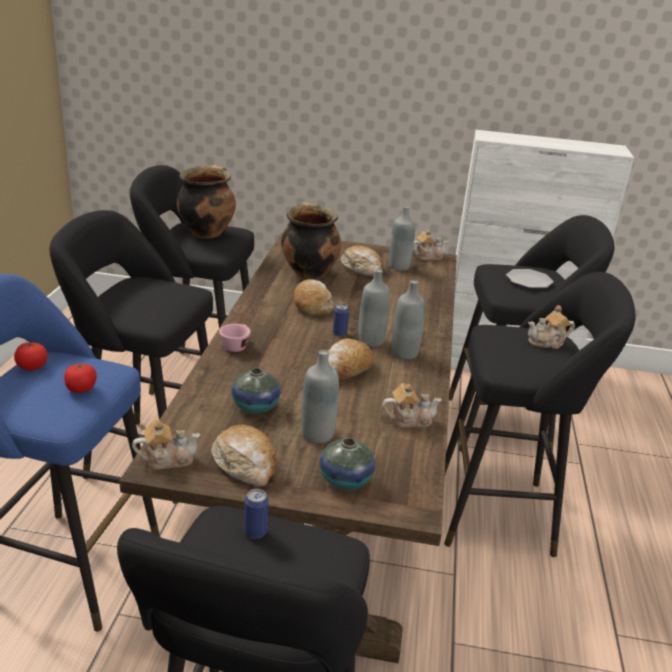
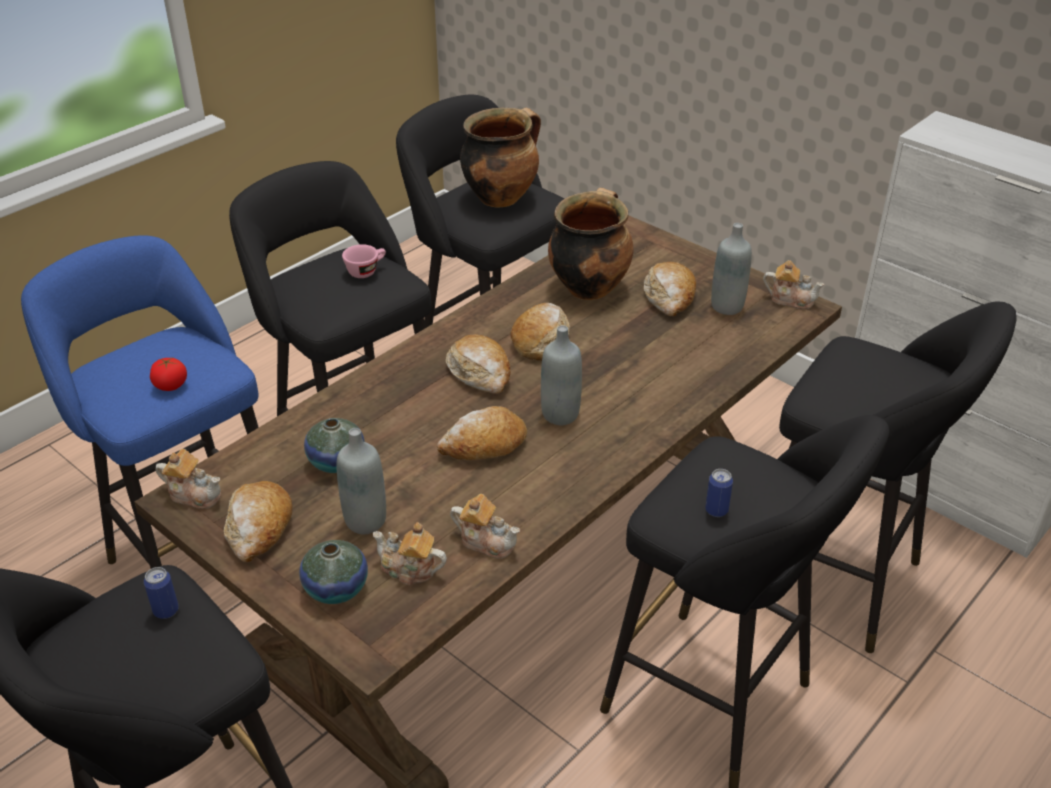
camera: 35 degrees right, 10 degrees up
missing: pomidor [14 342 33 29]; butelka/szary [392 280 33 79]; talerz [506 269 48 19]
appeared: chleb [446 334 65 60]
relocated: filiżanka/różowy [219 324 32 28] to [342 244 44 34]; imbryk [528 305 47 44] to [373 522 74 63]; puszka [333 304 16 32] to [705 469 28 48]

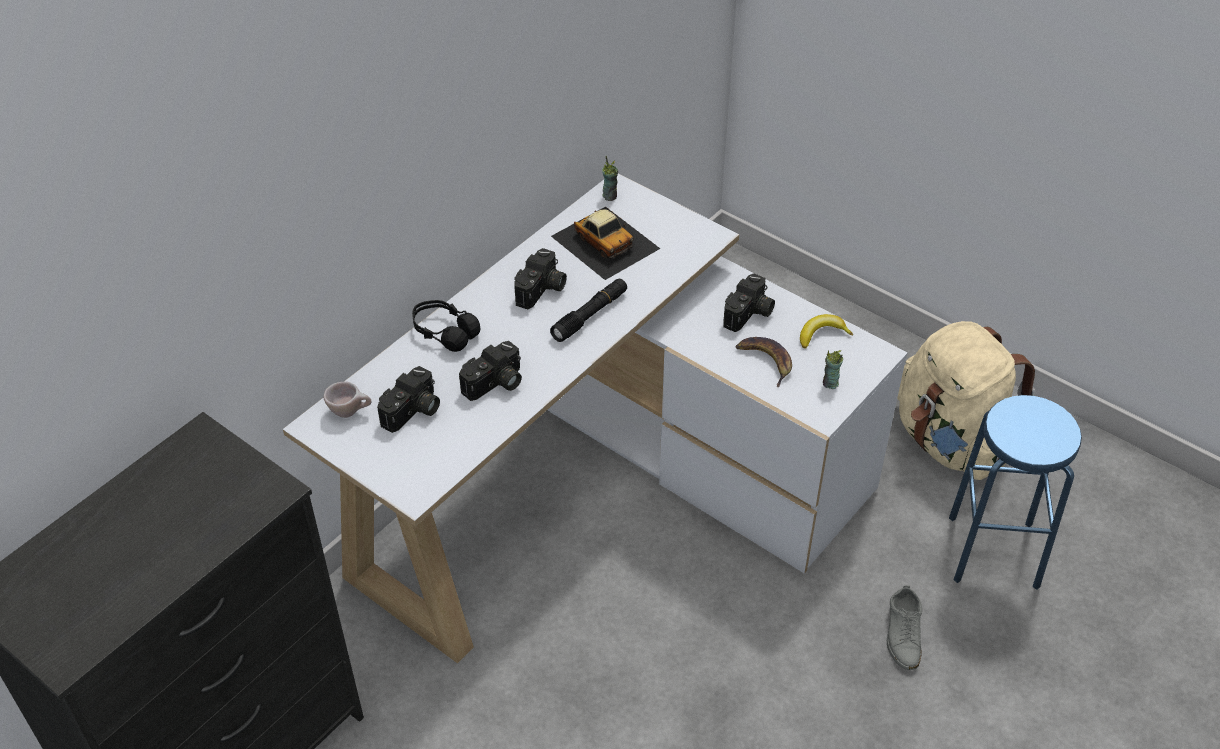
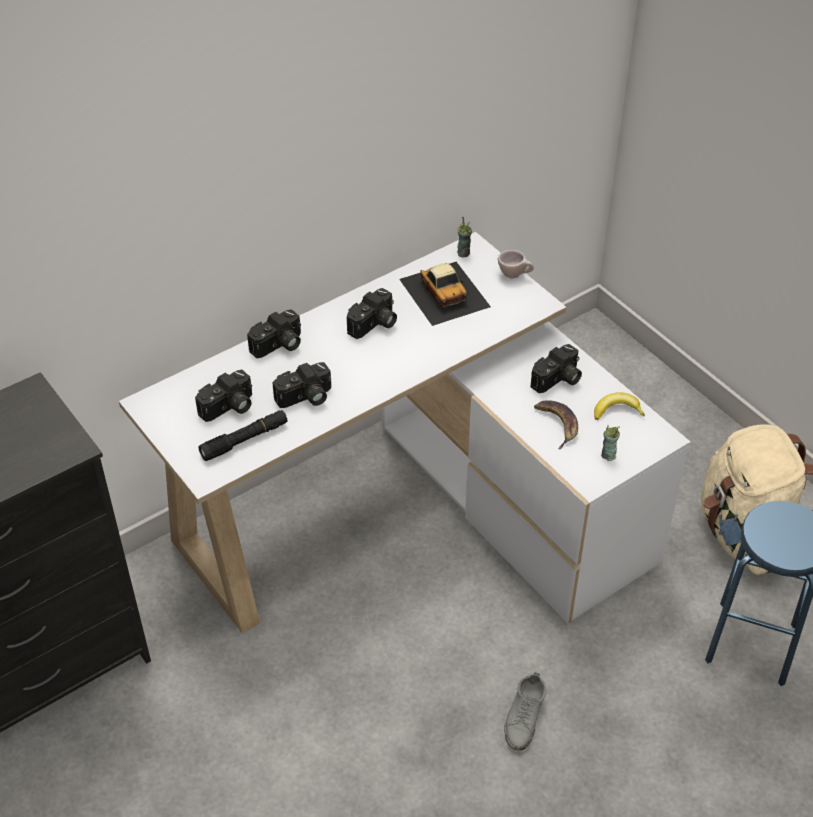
camera: 15 degrees right, 0 degrees up
relocated: latarka/czarny [550 278 77 64] to [198 410 89 51]; filiżanka/beżowy [323 382 49 36] to [498 250 36 28]; but/szary [887 585 35 85] to [504 672 42 79]
exchanged: słuchawki/czarny [412 300 68 52] to aparat fotograficzny [247 309 54 49]

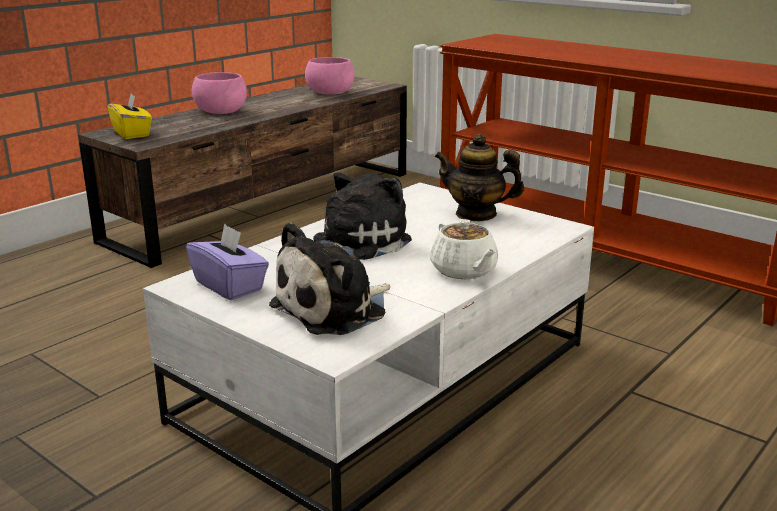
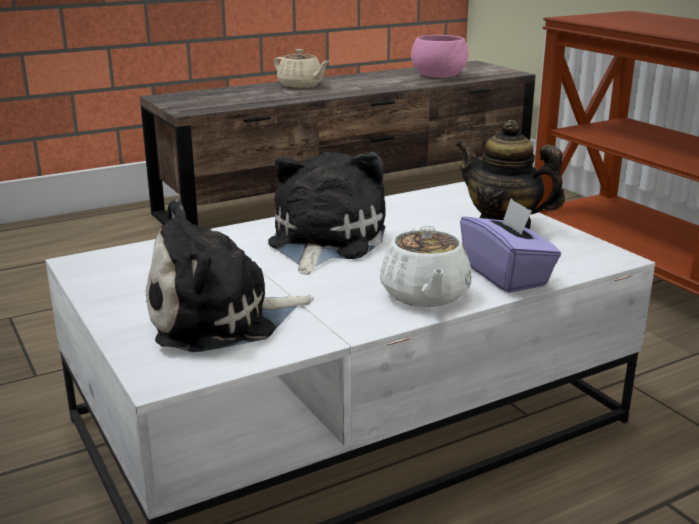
camera: 20 degrees right, 0 degrees up
missing: pudełko chusteczek/żółty [108 94 44 45]
relocated: pudełko chusteczek/fioletowy [186 223 83 77] to [460 198 101 95]
exchanged: miska/różowy [192 72 55 42] to imbryk/beżowy [274 49 56 39]
spun: pluszak [313 172 99 88] = [268 152 117 123] 45 degrees counterclockwise

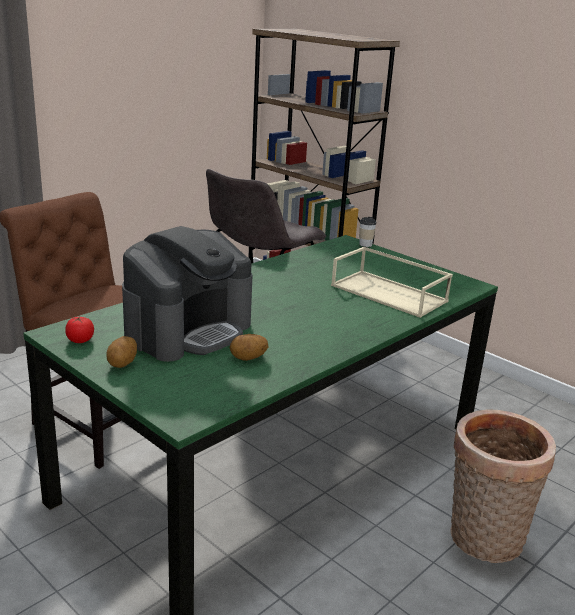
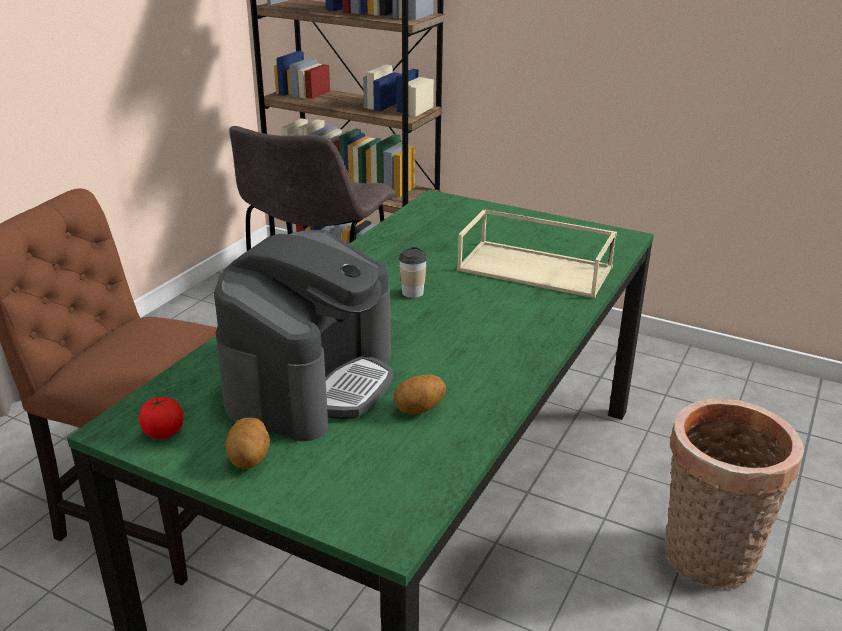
camera: 15 degrees left, 5 degrees up
relocated: filiżanka [359 217 17 30] to [399 247 28 51]

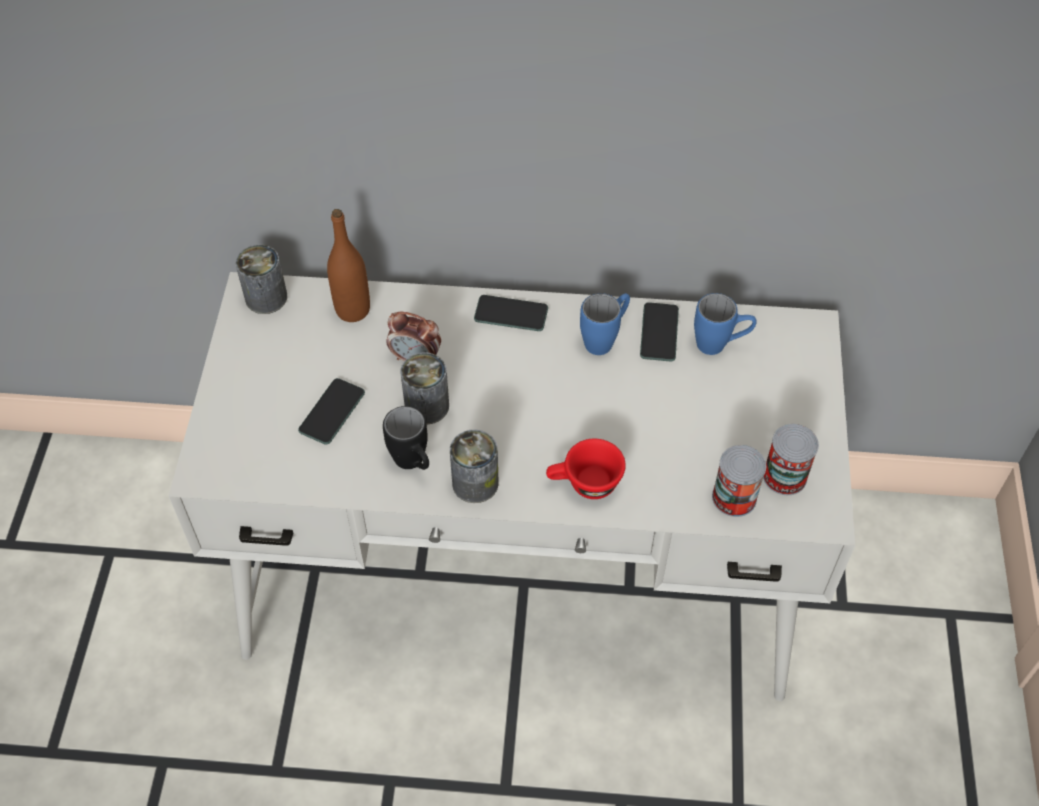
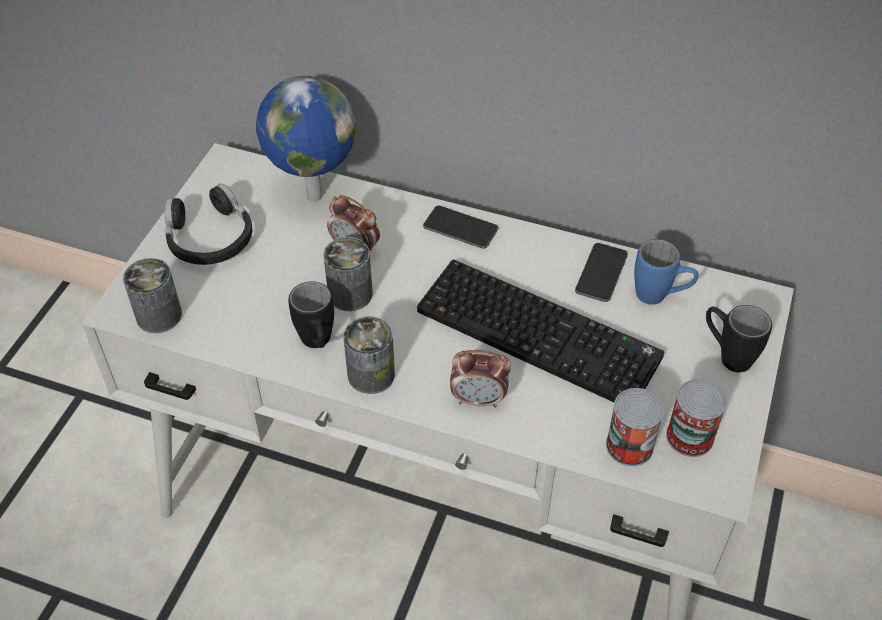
camera: 15 degrees right, 5 degrees down
missing: telefon [298 378 67 67]; kubek/niebieski [580 293 50 62]
appeared: słuchawki/czarny [164 183 89 82]; klawiatura [417 259 247 143]; kubek/czarny [706 305 66 67]
relocated: puszka [235 244 52 70] to [123 258 59 75]
exchanged: butelka/brązowy [327 209 43 113] to globus [256 76 100 126]; filiżanka/czerwony [546 439 80 60] to budzik [450 350 61 58]

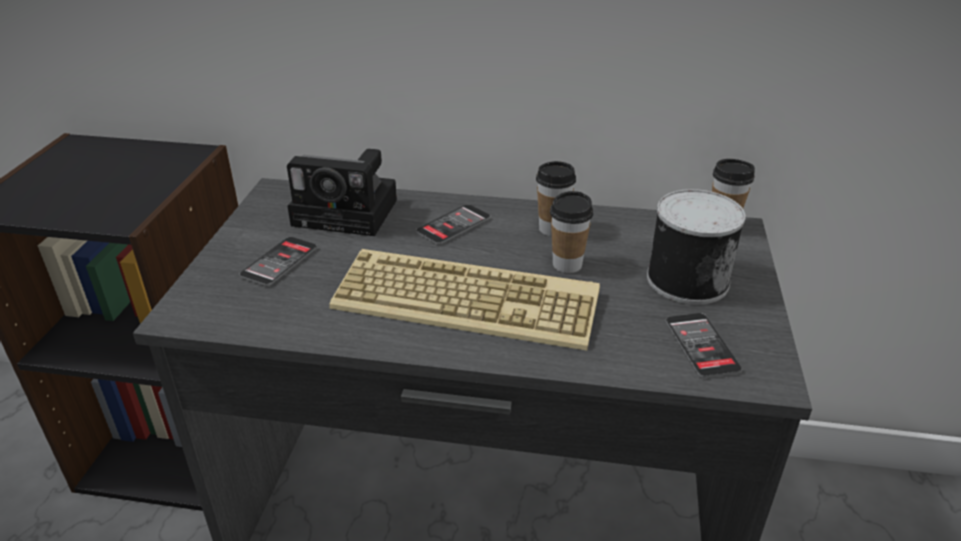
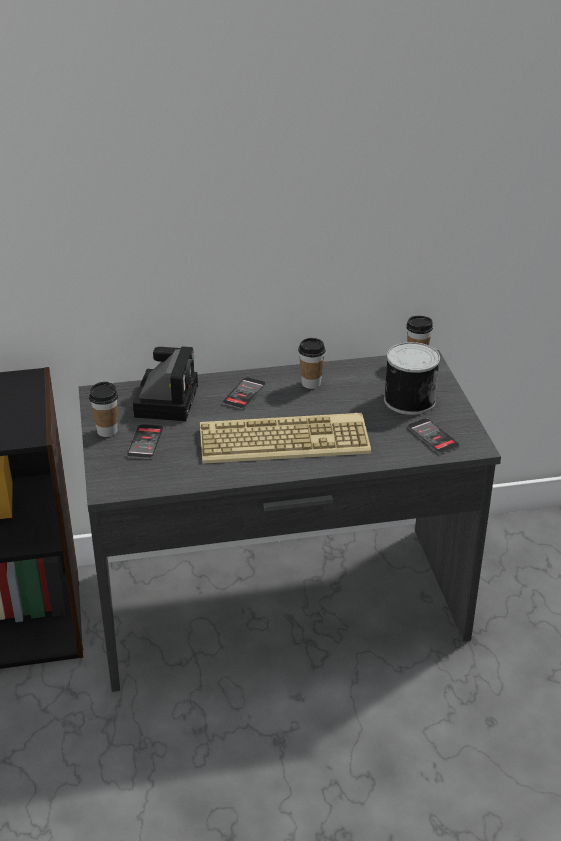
camera: 20 degrees left, 0 degrees up
relocated: filiżanka [550 191 43 82] to [89 382 29 55]
spun: aparat fotograficzny [287 149 110 87] = [133 346 65 75] 75 degrees counterclockwise

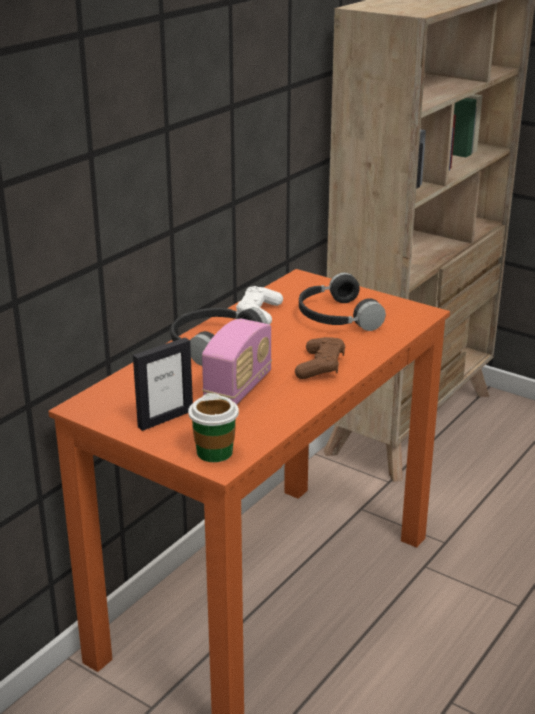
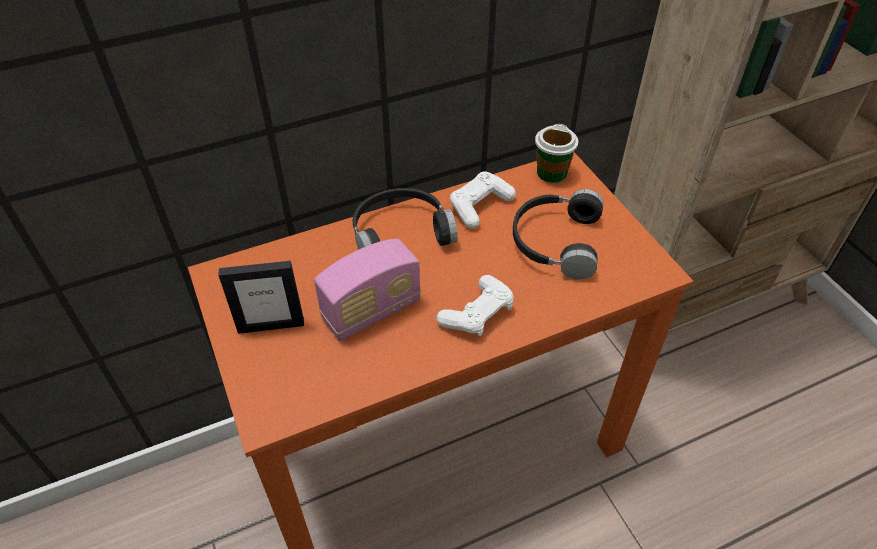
camera: 30 degrees right, 20 degrees up
relocated: filiżanka [188 393 51 69] to [535 124 43 59]
colour: pad do gier/brązowy [295 337 50 42] to pad do gier/biały [436 275 78 61]

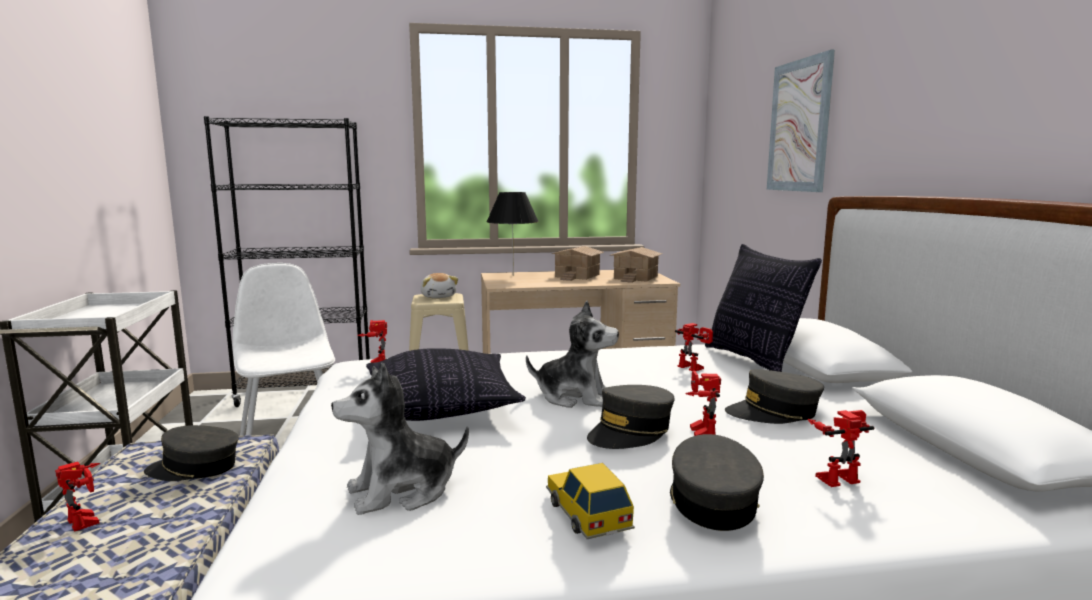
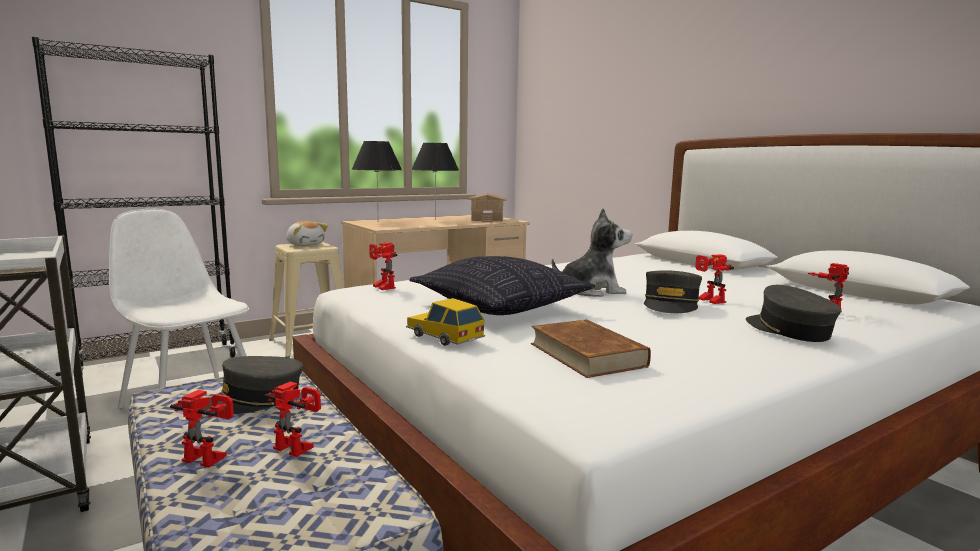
camera: 25 degrees left, 0 degrees up
missing: poduszka [705 244 117 128]; czapka z daszkiem/szary [725 369 99 55]; obraz [767 50 68 142]
relocated: robot zabawkowy [675 323 38 48] to [264 382 57 75]; samochodzik [546 463 89 76] to [406 298 79 48]
exchanged: domek [552 246 52 35] to lampa stołowa/czarny [411 143 48 77]; pluszak [331 362 138 153] to książka/brązowy [531 319 120 59]

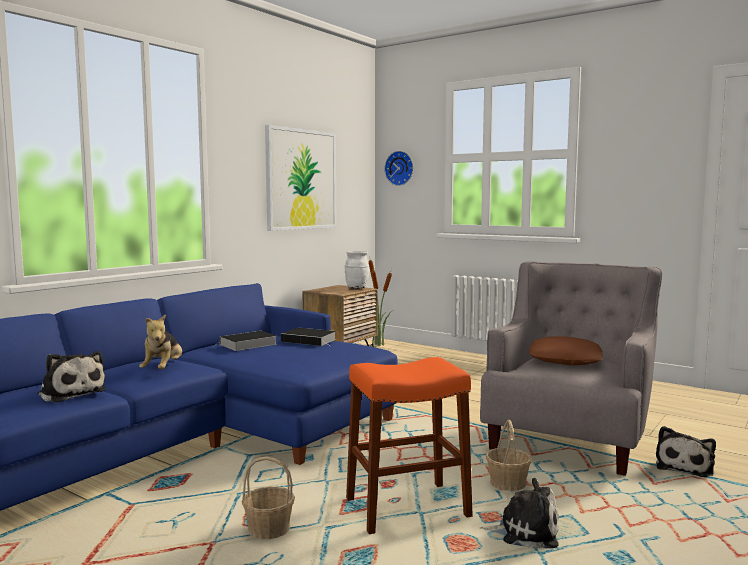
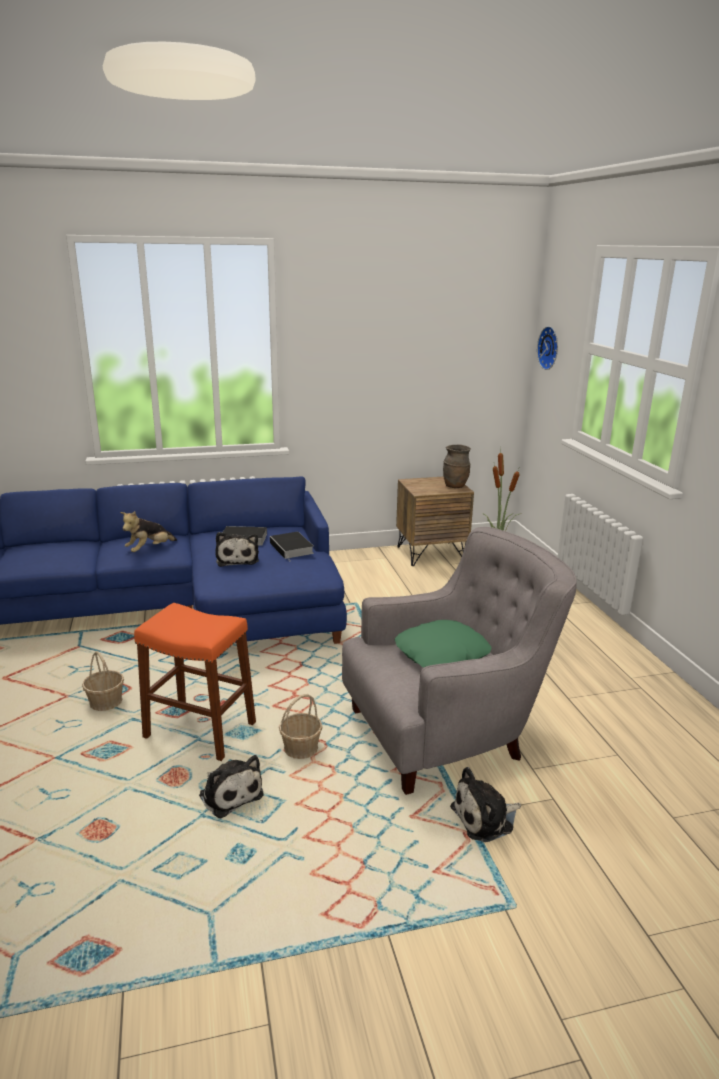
camera: 40 degrees right, 15 degrees up
missing: obraz [265 125 72 106]
relocated: pluszak [38 351 69 52] to [215 532 44 35]
colour: poduszka/brązowy [529 336 74 29] to poduszka/zielony [395 620 96 47]; wazon/biały [345 251 24 38] to wazon/brązowy [443 445 28 43]

